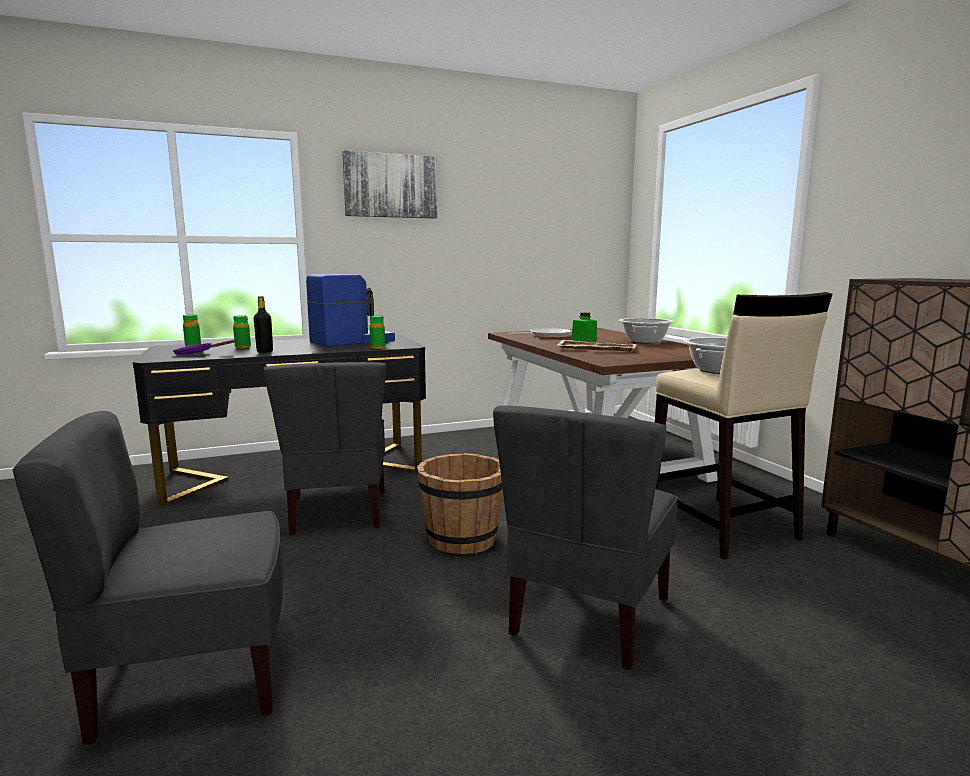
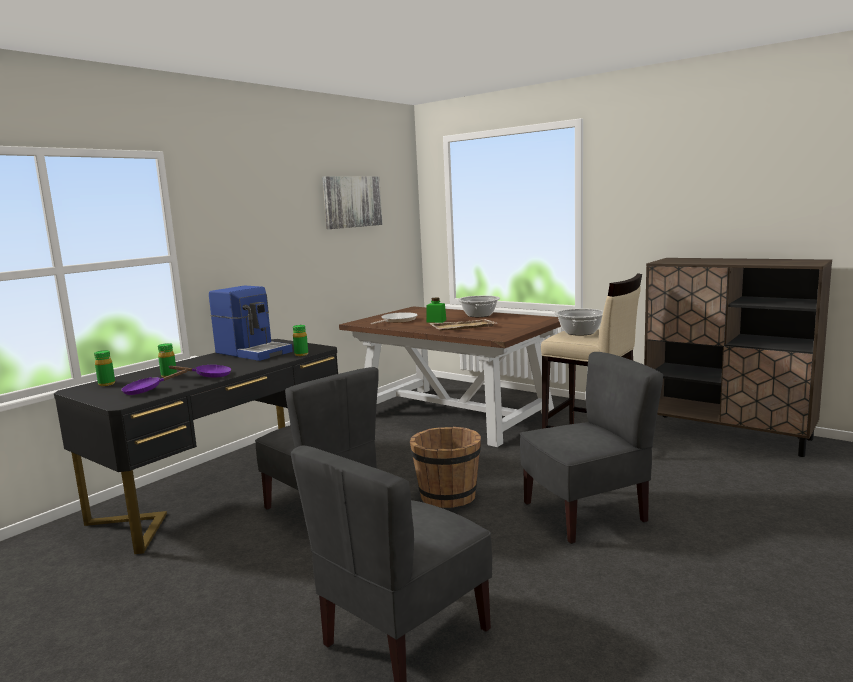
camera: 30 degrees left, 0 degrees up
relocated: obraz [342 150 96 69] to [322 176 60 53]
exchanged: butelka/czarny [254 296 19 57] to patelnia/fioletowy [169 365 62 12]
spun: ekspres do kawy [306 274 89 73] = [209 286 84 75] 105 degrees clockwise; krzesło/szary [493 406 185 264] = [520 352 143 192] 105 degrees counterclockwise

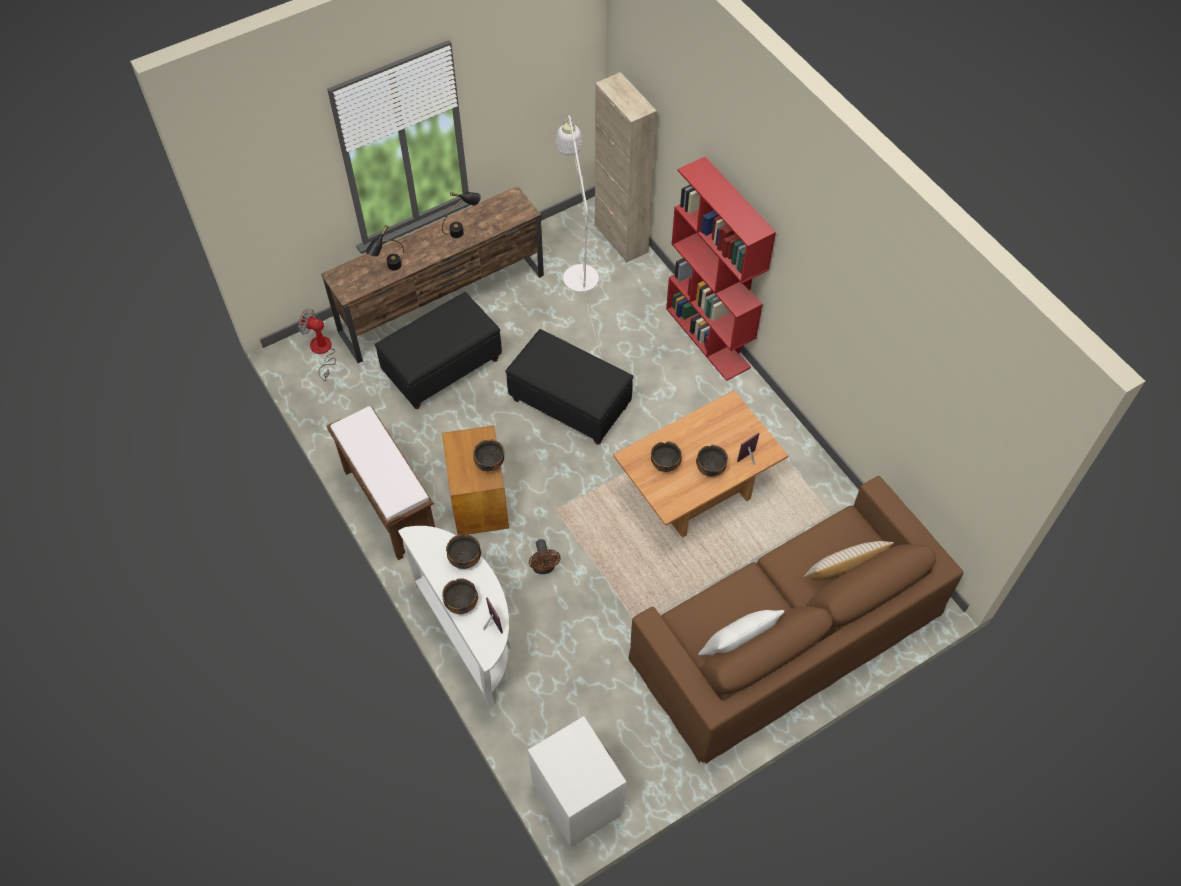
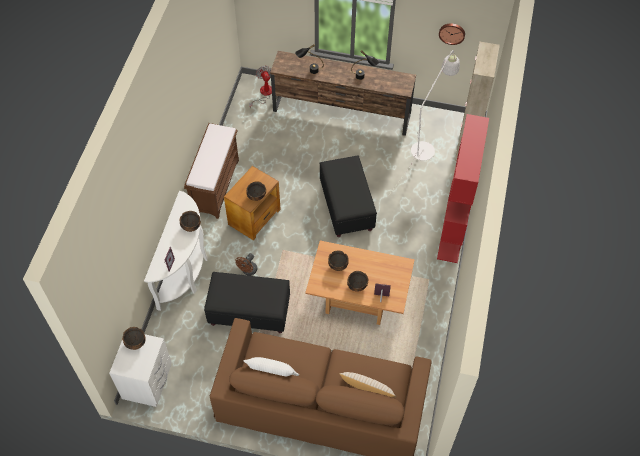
camera: 45 degrees right, 0 degrees up
appeared: zegar ścienny [439 24 26 21]
relocated: miska [442 579 36 35] to [122 327 23 23]; pufa/czarny [375 292 127 117] to [204 272 86 61]

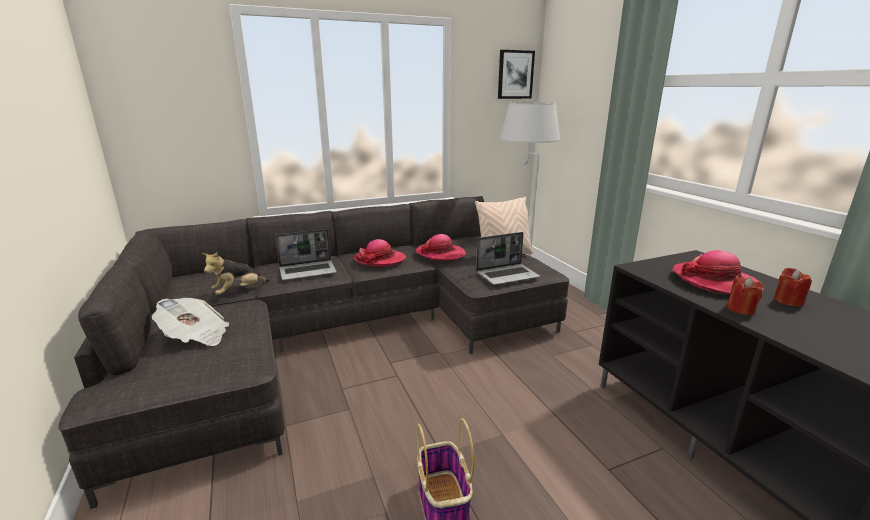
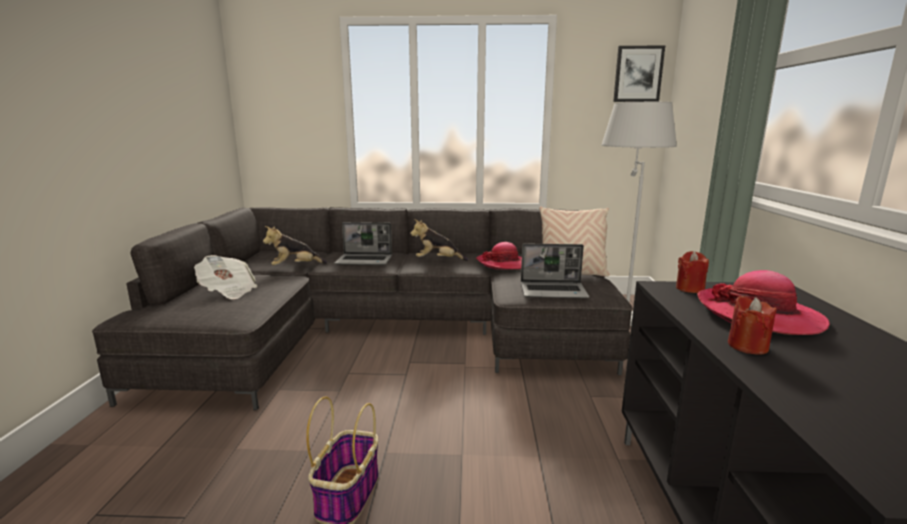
camera: 25 degrees right, 5 degrees down
relocated: świeca/czerwony [774 268 38 38] to [676 251 33 42]
exchanged: kapelusz [353 239 53 28] to pluszak [410 219 58 42]

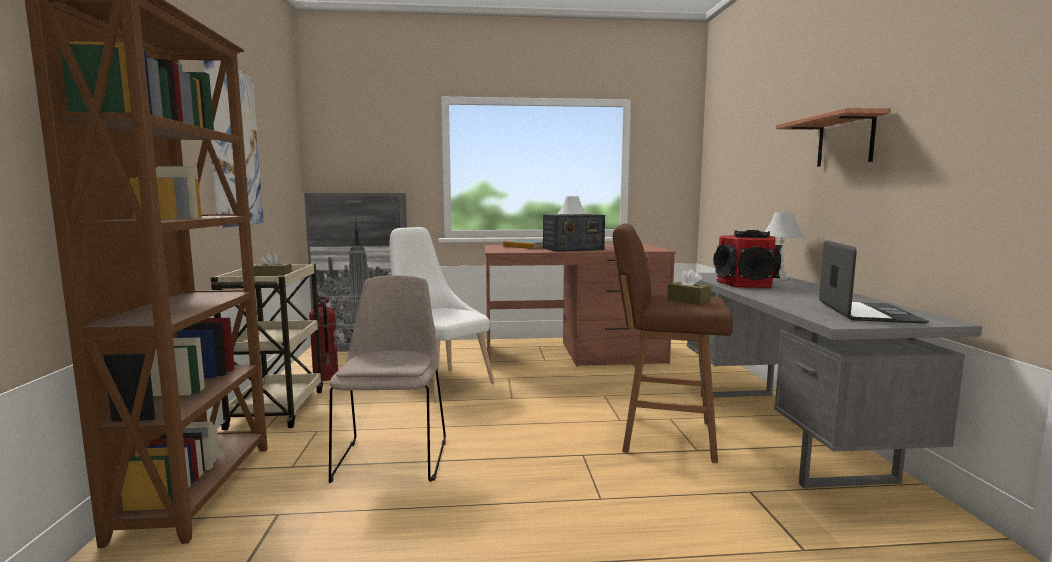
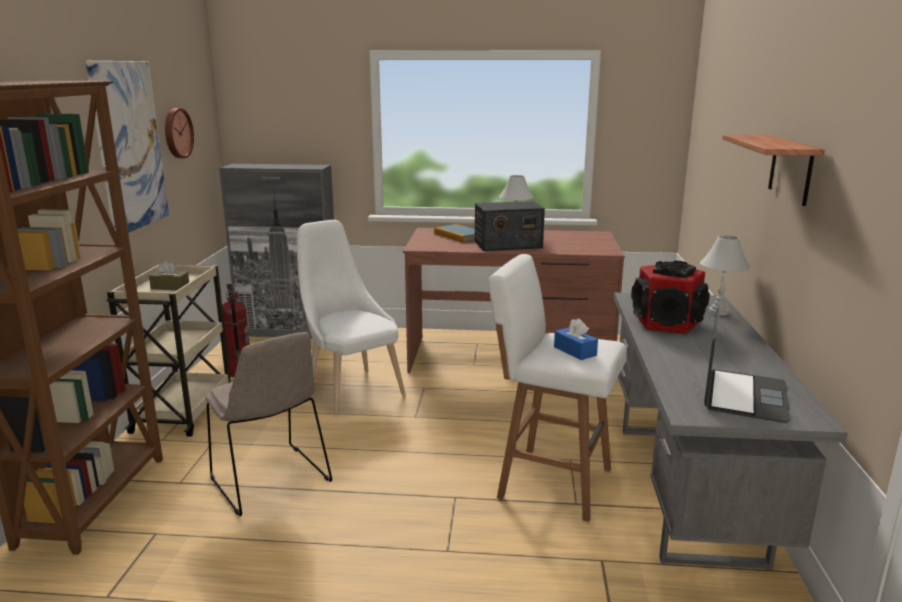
camera: 10 degrees right, 10 degrees up
appeared: zegar ścienny [165 108 29 50]
colour: stołek/brązowy [613 224 120 239] to stołek/biały [489 254 138 268]; pudełko chusteczek/brązowy [667 269 44 36] to pudełko chusteczek/niebieski [554 319 44 41]
spun: krzesło/beżowy [329 275 117 208] = [205 332 127 184] 135 degrees clockwise

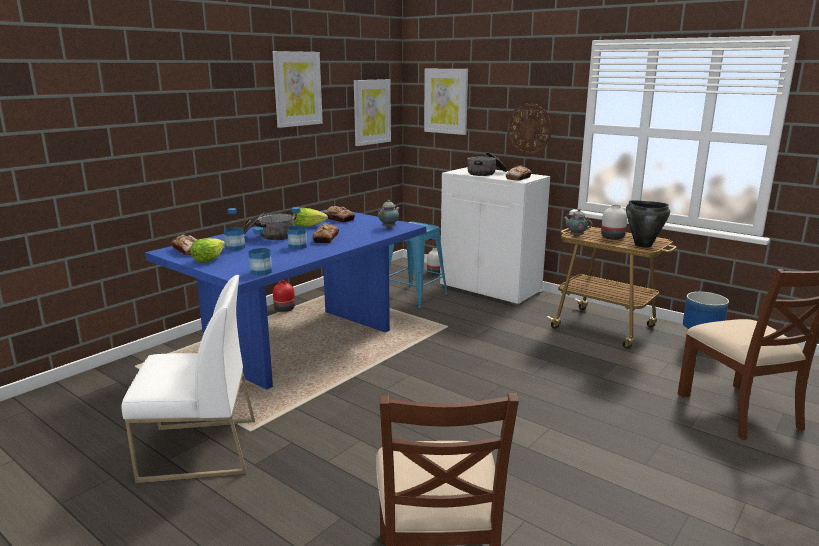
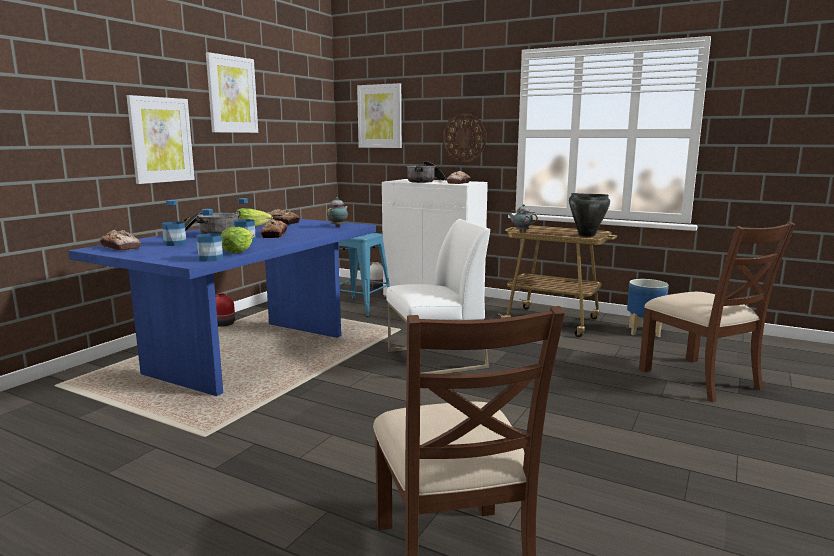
camera: 10 degrees left, 5 degrees down
missing: wazon/biały [601 204 26 36]
relocated: obraz [354 79 37 67] to [127 95 68 89]; sałata [190 238 35 25] to [221 227 33 26]; krzesło/biały [121 275 134 208] to [386 219 104 155]

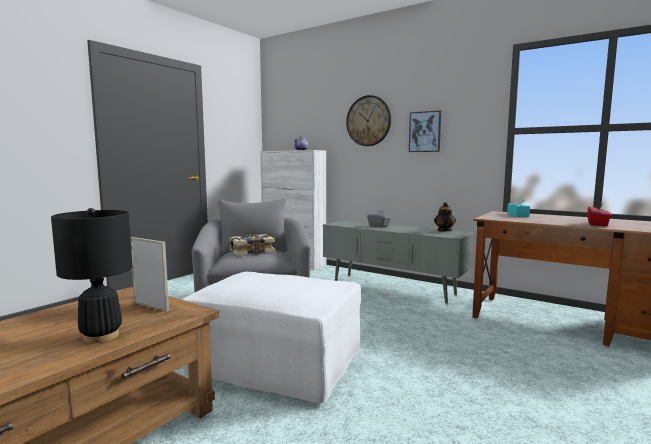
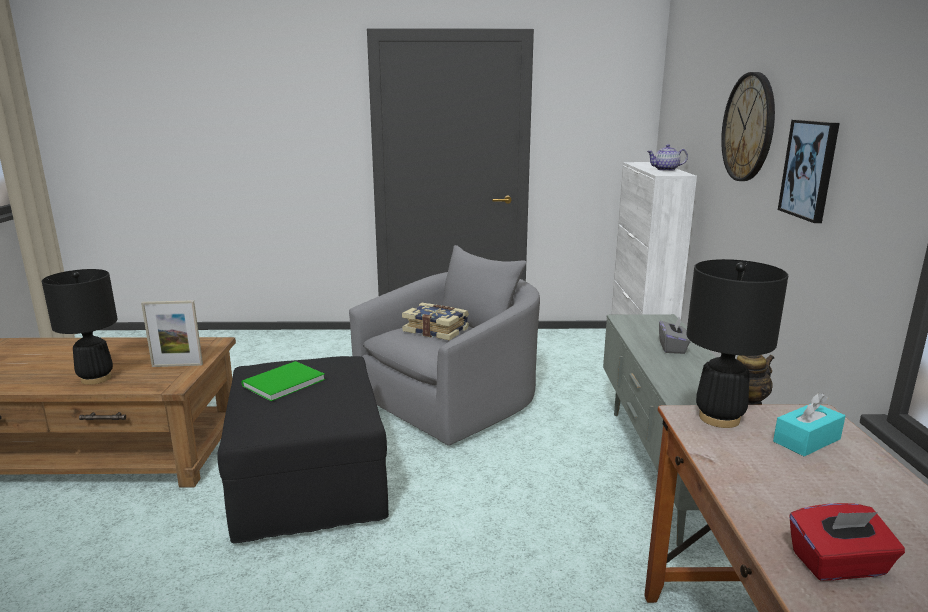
camera: 55 degrees right, 10 degrees up
appeared: książka/zielony [241 361 84 40]; lampa stołowa/czarny [686 259 102 169]
colour: pufa/biały [182 272 179 131] to pufa/czarny [217 356 172 188]
spun: ramka na zdjęcie [131 237 38 75] = [141 300 62 67] 90 degrees clockwise

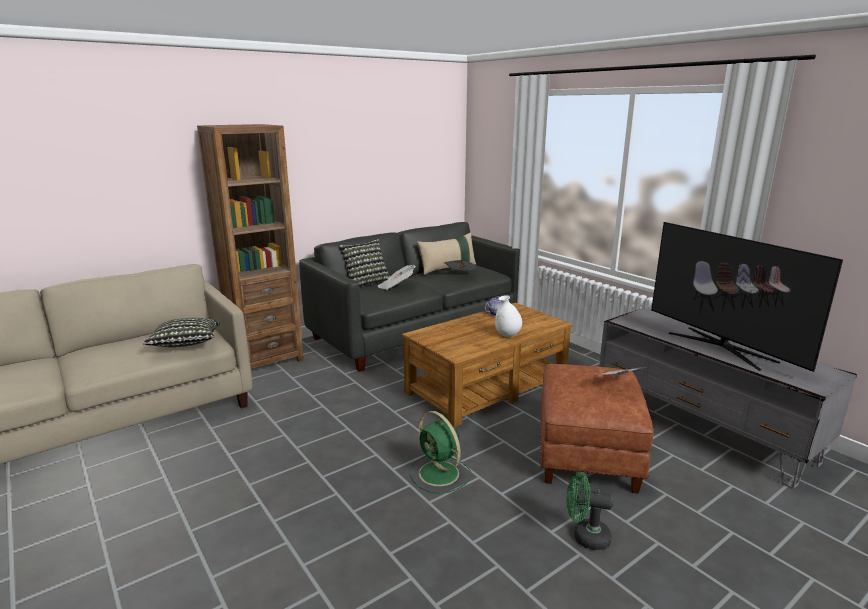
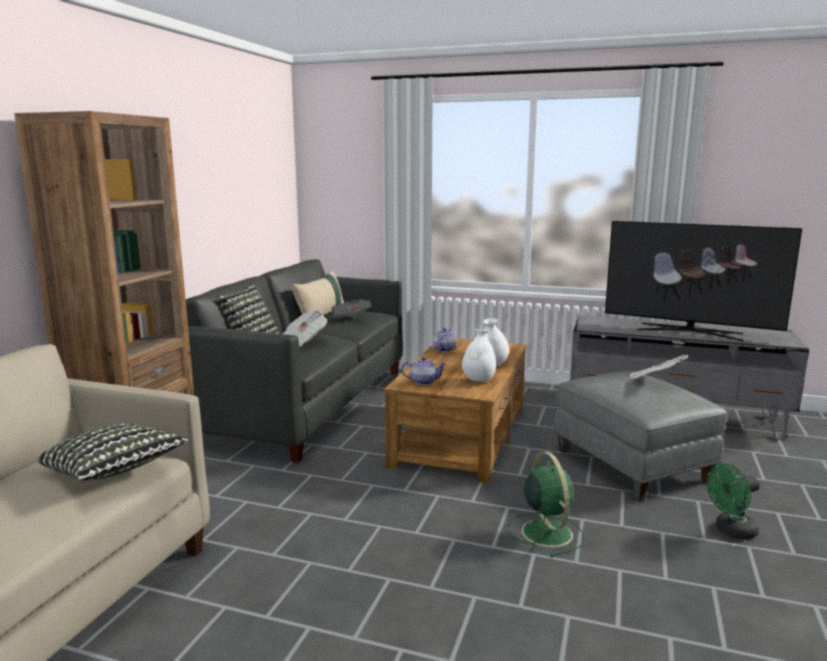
camera: 35 degrees left, 5 degrees down
appeared: imbryk [401 357 45 28]; wazon/biały [462 329 34 53]
colour: pufa/brązowy [540 364 114 130] to pufa/szary [553 371 174 131]
spun: wentylator/zielony [409 411 62 83] = [507 452 78 105] 120 degrees counterclockwise

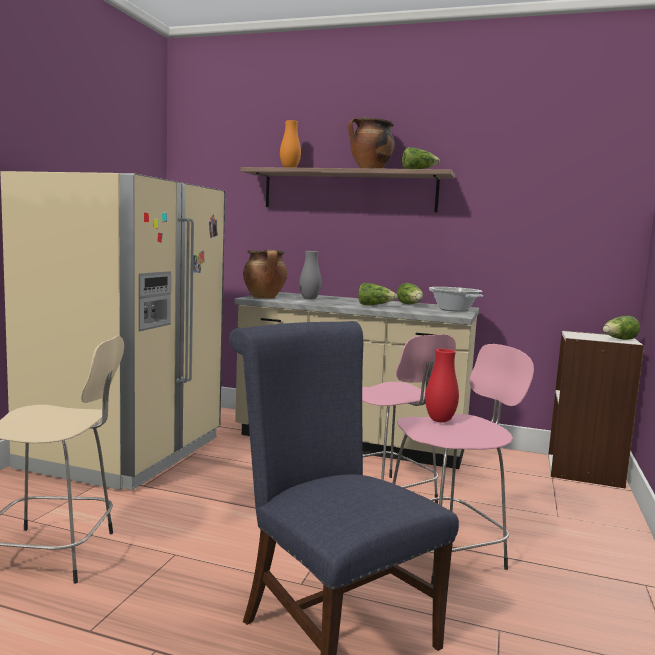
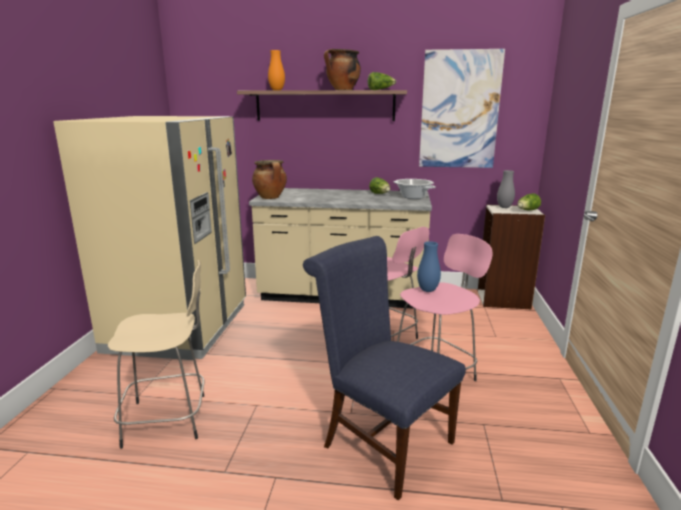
camera: 10 degrees left, 10 degrees up
missing: sałata [358 283 40 22]
appeared: obraz [419 49 86 119]
relocated: wazon/szary [299 251 22 48] to [497 170 18 38]
colour: wazon/czerwony [425 349 34 73] to wazon/niebieski [417 241 24 51]

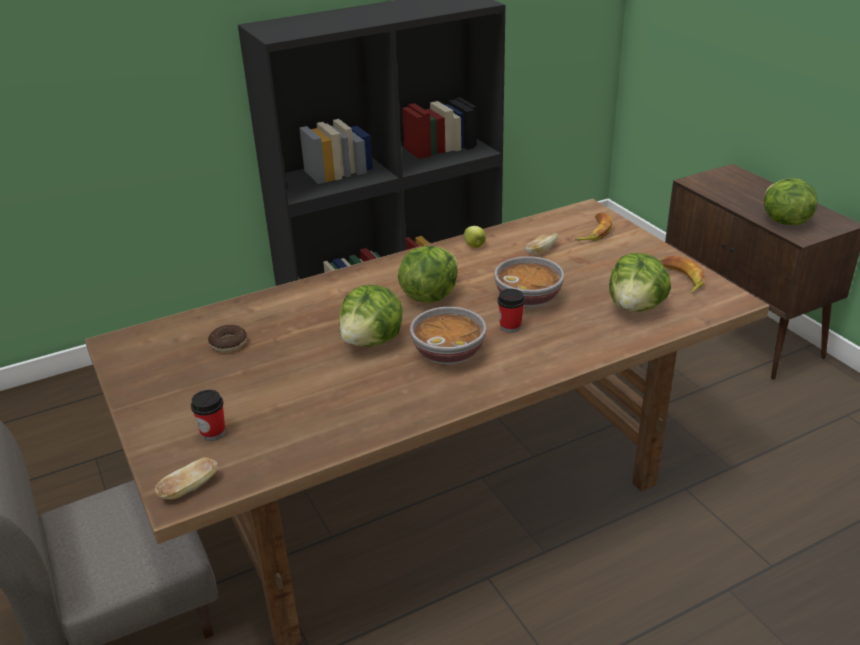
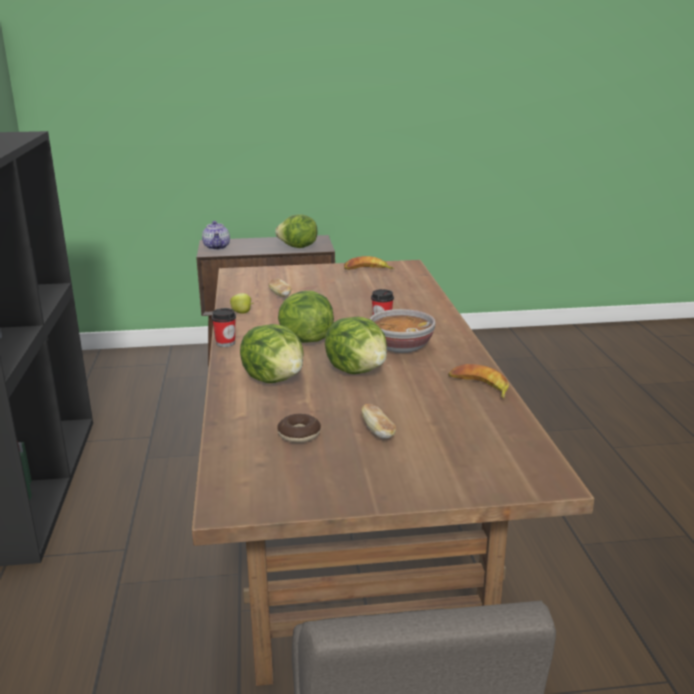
camera: 70 degrees left, 10 degrees down
missing: miska [494 256 70 52]
appeared: imbryk [202 221 28 29]
relocated: filiżanka [191 390 34 51] to [211 308 25 39]; sałata [609 253 62 59] to [240 324 64 59]; chleb [155 458 63 42] to [362 404 34 35]; banan [574 212 38 29] to [448 364 61 35]

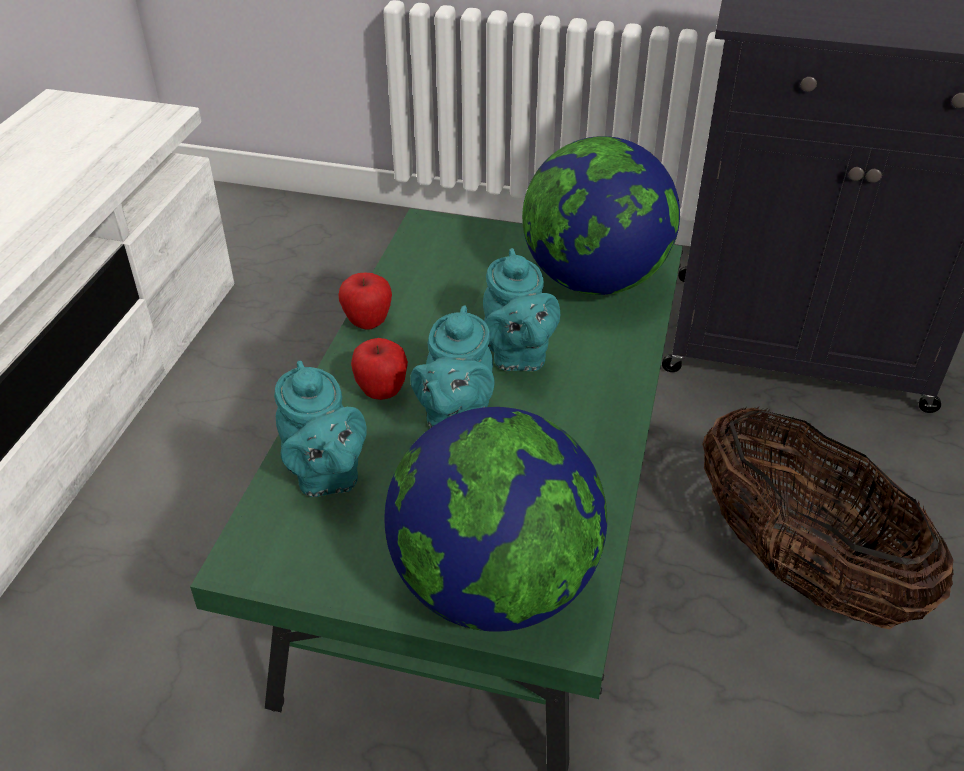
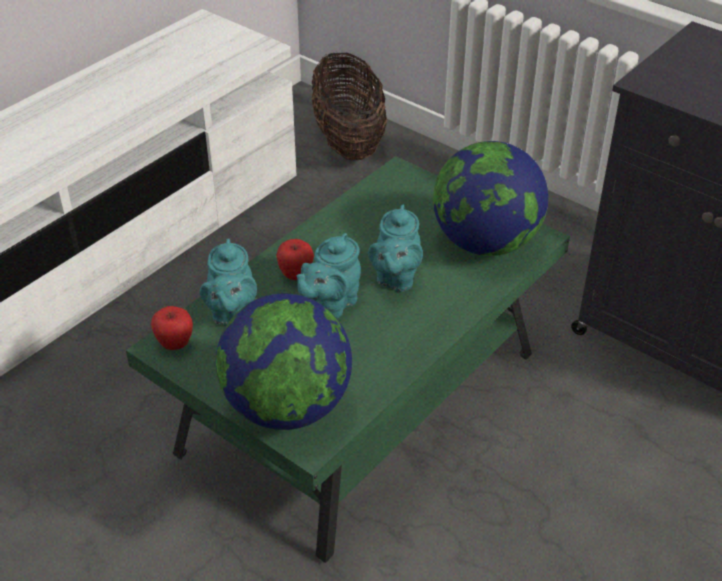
camera: 25 degrees right, 0 degrees up
relocated: jabłko [339 273 53 57] to [151 306 42 44]; koszyk [703 407 251 222] to [312 52 75 109]

